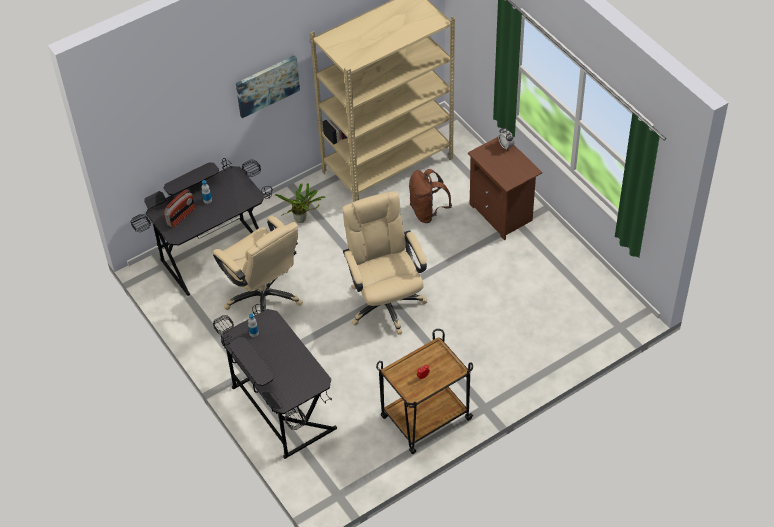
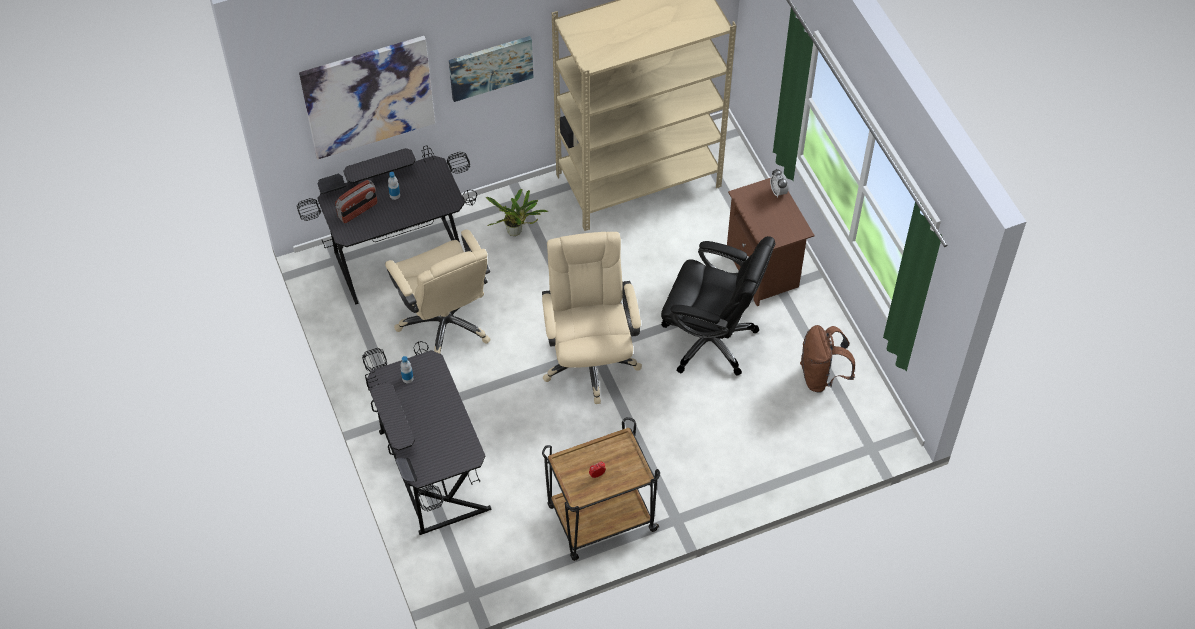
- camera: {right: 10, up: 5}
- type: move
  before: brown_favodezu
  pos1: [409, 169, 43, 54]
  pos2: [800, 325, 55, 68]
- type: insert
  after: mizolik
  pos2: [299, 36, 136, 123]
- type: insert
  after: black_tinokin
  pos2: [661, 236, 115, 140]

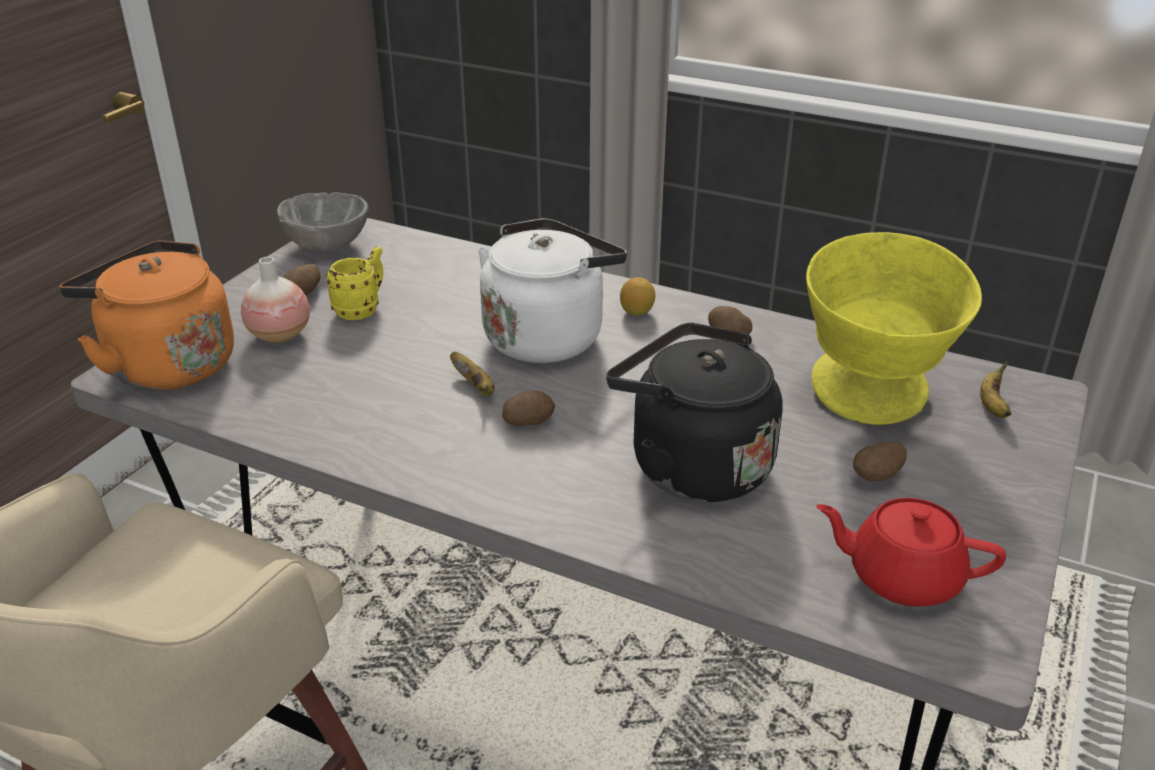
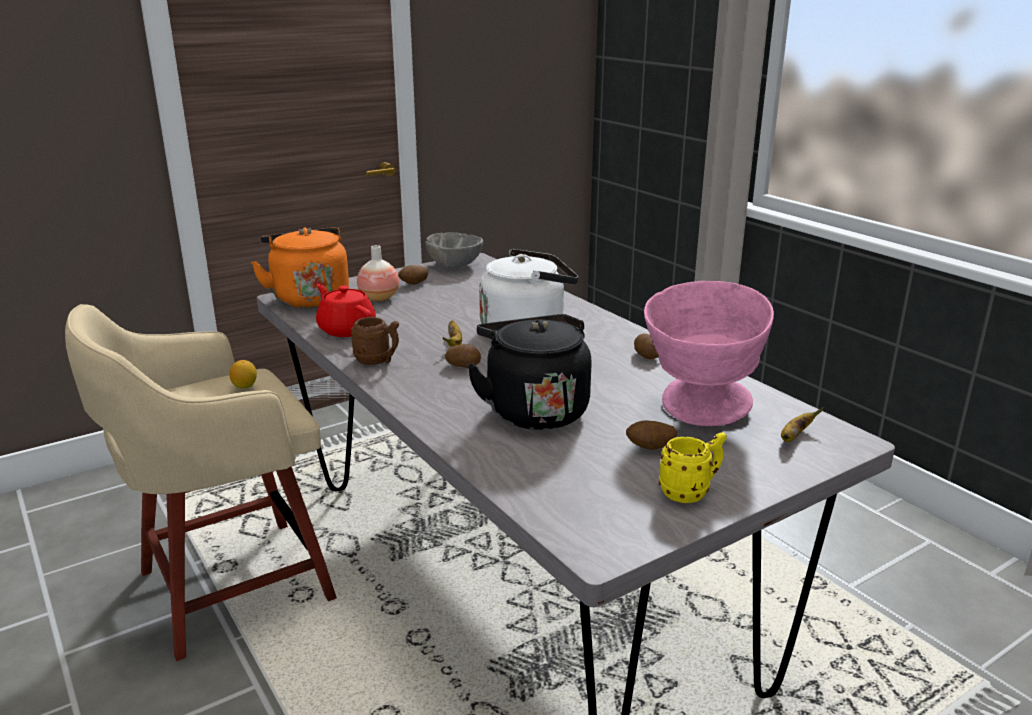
- camera: {right: 30, up: -10}
- type: recolor
  before: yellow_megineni
  after: pink_megineni
  pos1: [806, 232, 176, 193]
  pos2: [644, 281, 130, 145]
- type: move
  before: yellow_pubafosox
  pos1: [326, 246, 57, 74]
  pos2: [659, 432, 68, 71]
- type: move
  before: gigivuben
  pos1: [620, 277, 35, 38]
  pos2: [229, 360, 28, 28]
- type: move
  before: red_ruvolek
  pos1: [816, 498, 190, 109]
  pos2: [316, 284, 60, 53]
- type: insert
  after: brown_pubafosox
  pos2: [351, 317, 48, 48]

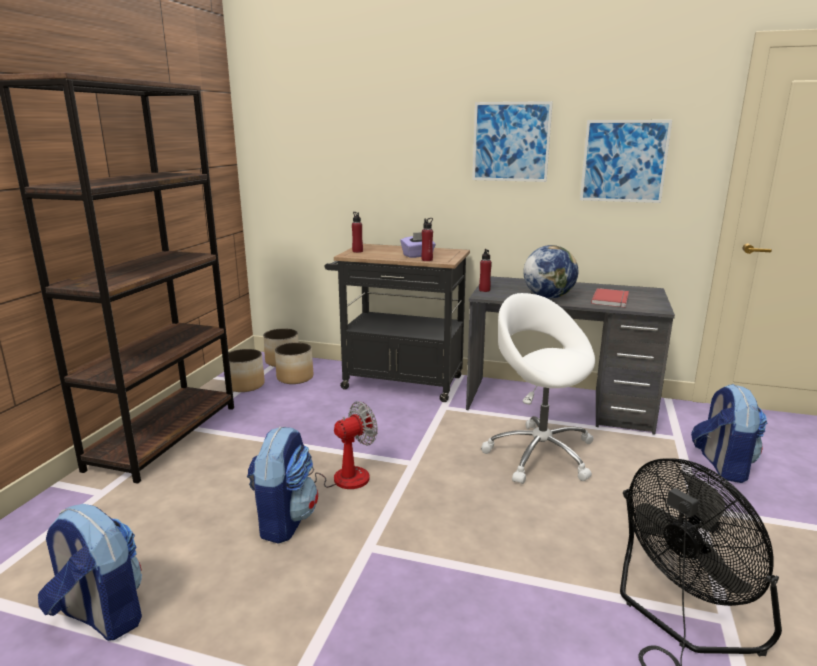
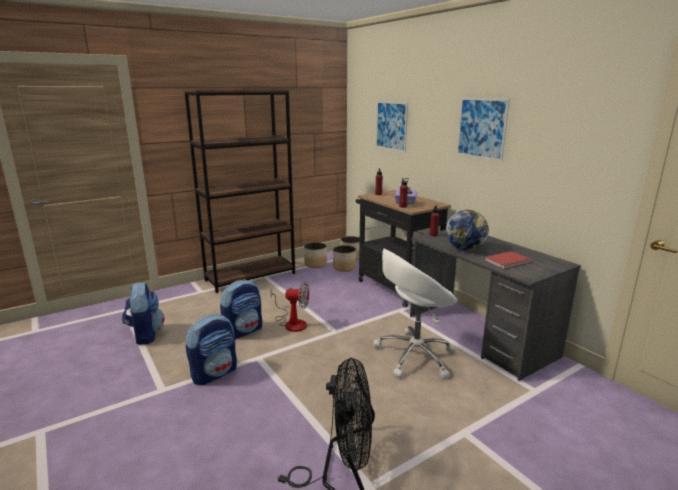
- camera: {right: 40, up: 0}
- type: move
  before: mizolik
  pos1: [580, 120, 92, 83]
  pos2: [376, 101, 32, 51]
- type: rotate
  before: white_tinokin
  pos1: [481, 293, 114, 191]
  pos2: [373, 249, 84, 130]
  turn: -105
- type: move
  before: favodezu
  pos1: [691, 384, 76, 99]
  pos2: [186, 314, 51, 71]

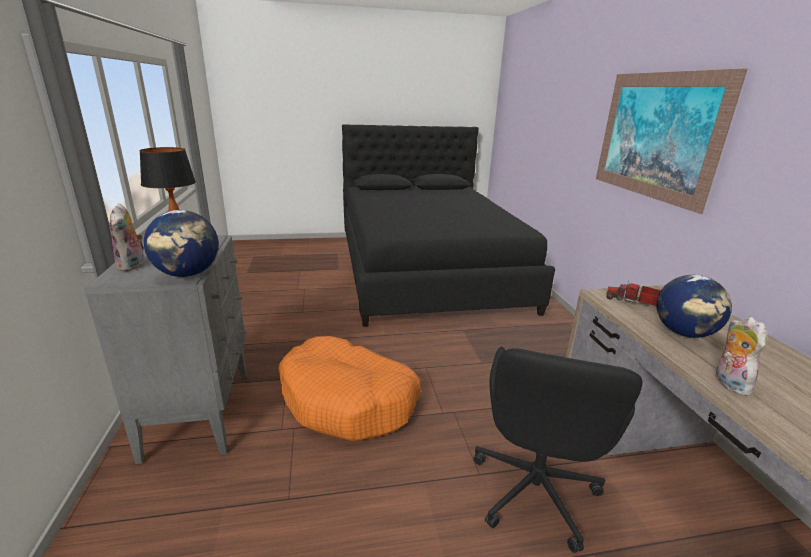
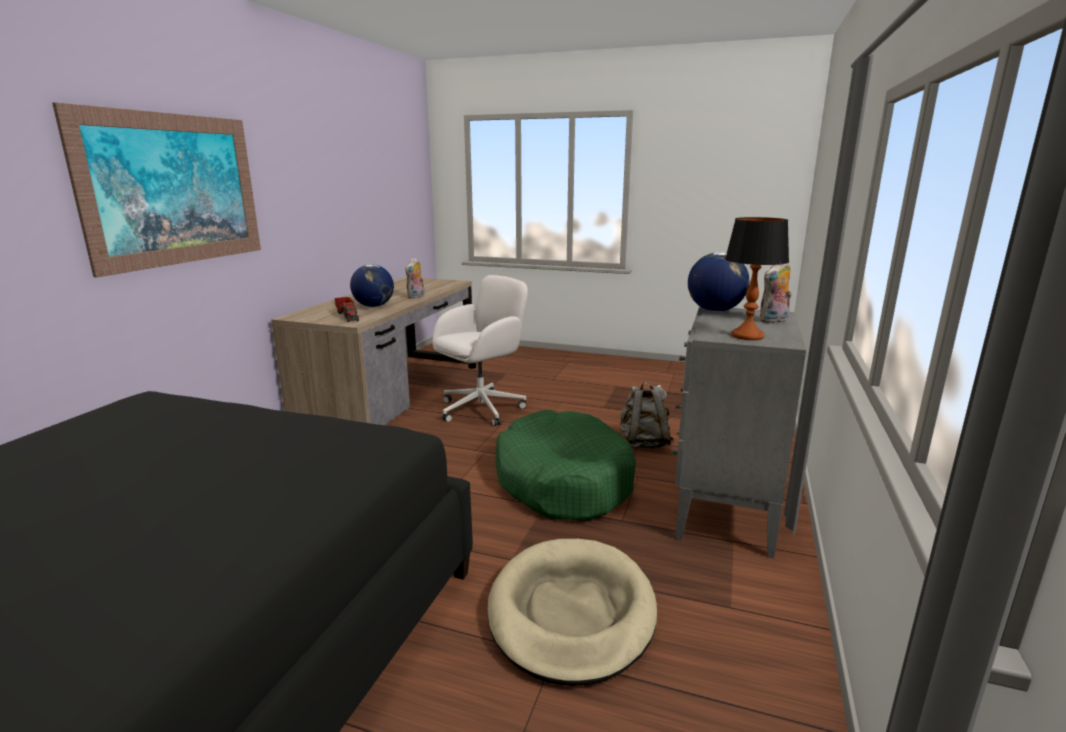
- camera: {right: -150, up: -5}
- type: rotate
  before: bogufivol
  pos1: [109, 203, 35, 68]
  pos2: [758, 263, 34, 60]
  turn: -135
- type: recolor
  before: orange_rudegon
  after: green_rudegon
  pos1: [279, 336, 142, 105]
  pos2: [495, 410, 141, 111]
- type: recolor
  before: black_tinokin
  after: white_tinokin
  pos1: [473, 346, 170, 207]
  pos2: [433, 275, 95, 151]
- type: insert
  after: grey_favodezu
  pos2: [620, 382, 54, 67]
- type: insert
  after: beige_rudegon
  pos2: [487, 539, 170, 147]

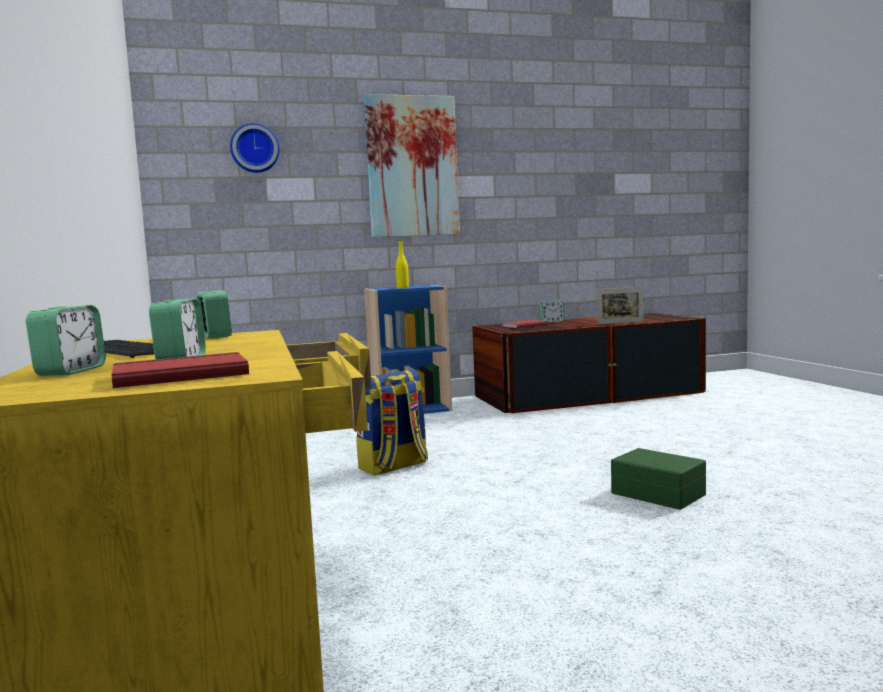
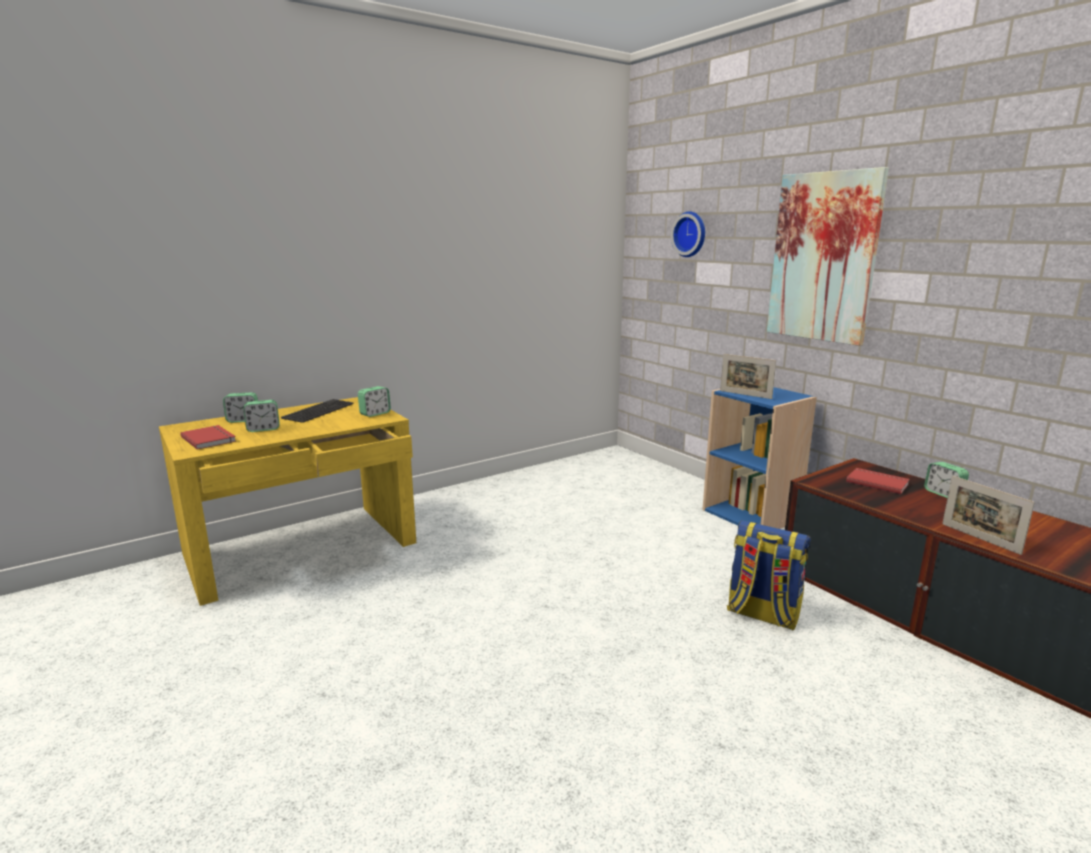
- camera: {right: 70, up: 10}
- type: replace
  before: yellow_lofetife
  after: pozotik
  pos1: [396, 240, 13, 48]
  pos2: [720, 354, 56, 45]
- type: move
  before: favodezu
  pos1: [356, 370, 72, 105]
  pos2: [727, 520, 84, 111]
- type: delete
  before: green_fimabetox
  pos1: [611, 448, 95, 62]

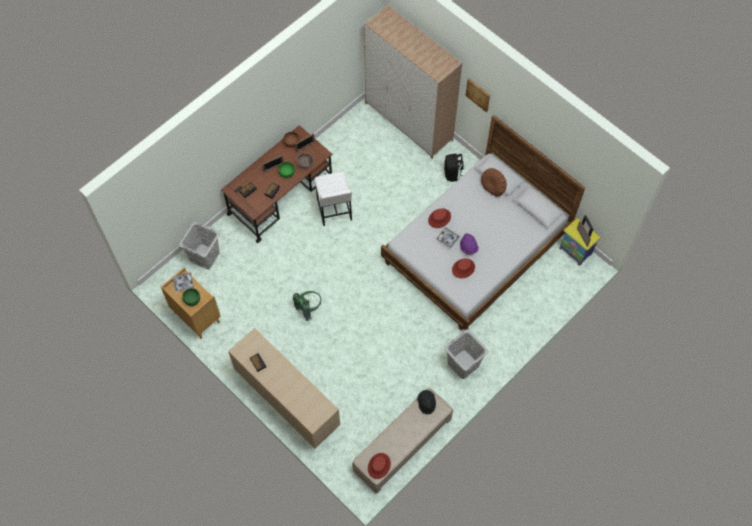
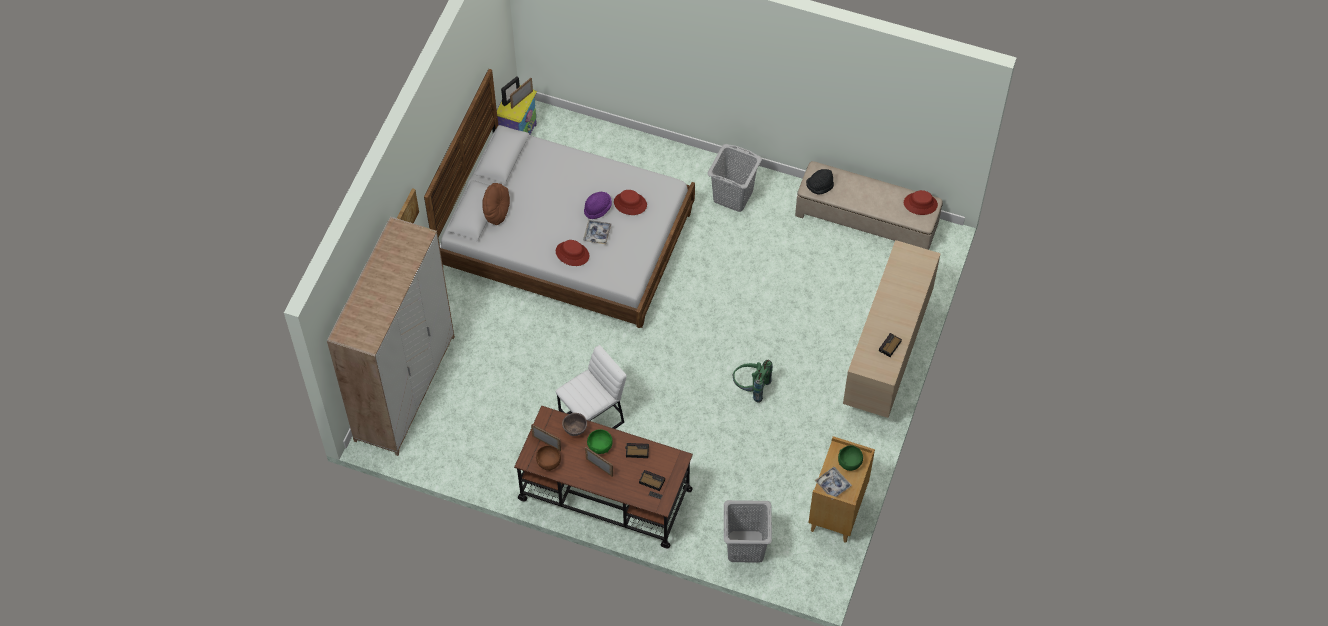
- camera: {right: -115, up: -5}
- type: delete
  before: black_favodezu
  pos1: [444, 153, 20, 29]

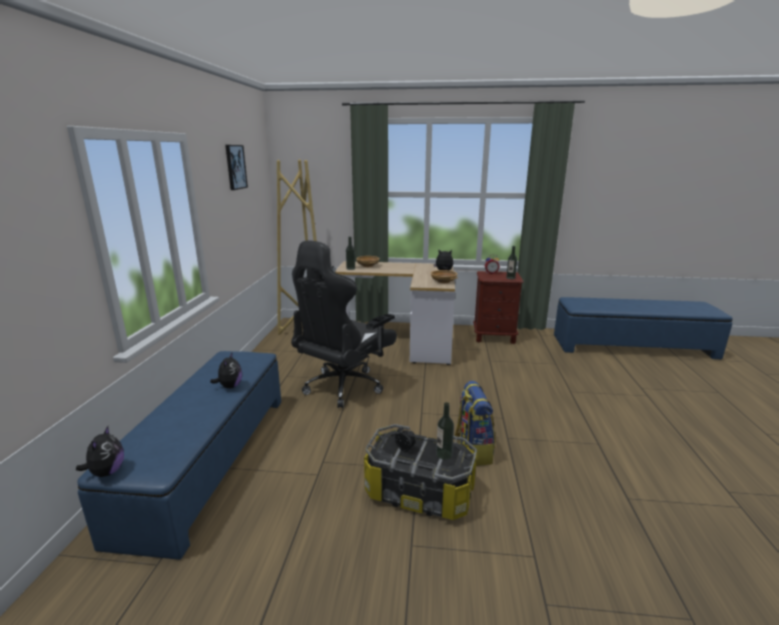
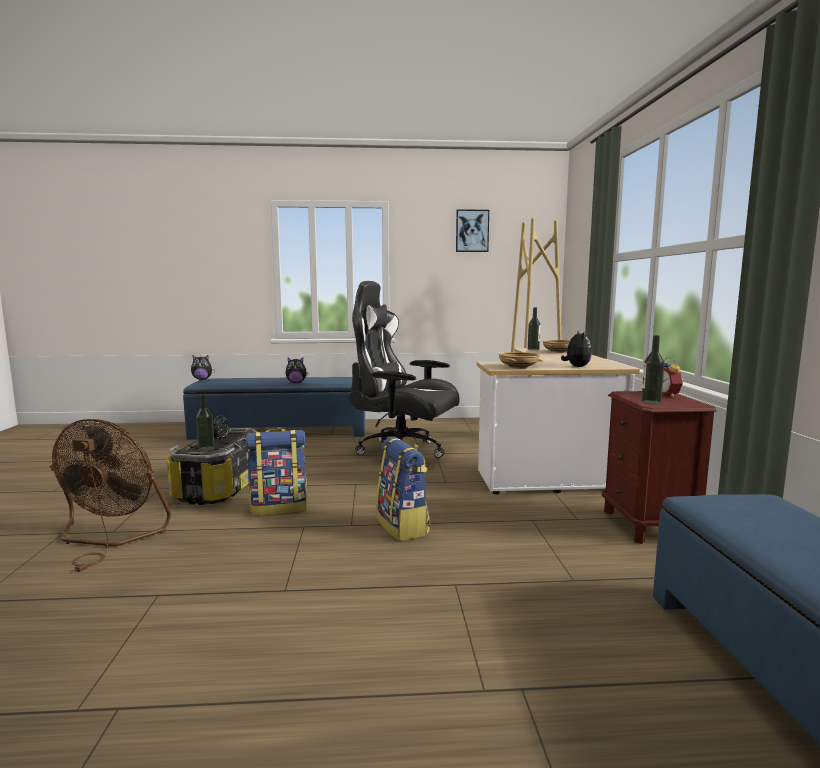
- camera: {right: 80, up: -10}
- type: insert
  after: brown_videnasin
  pos2: [50, 419, 121, 153]
- type: insert
  after: favodezu
  pos2: [376, 437, 55, 104]

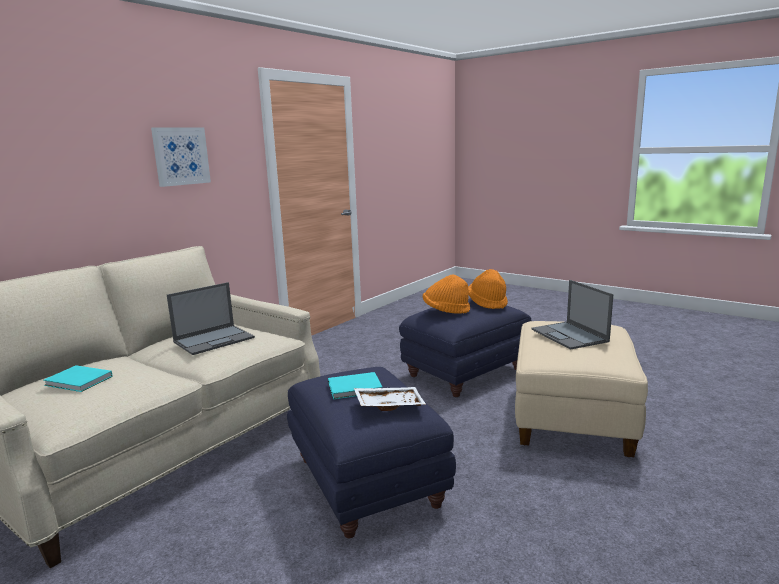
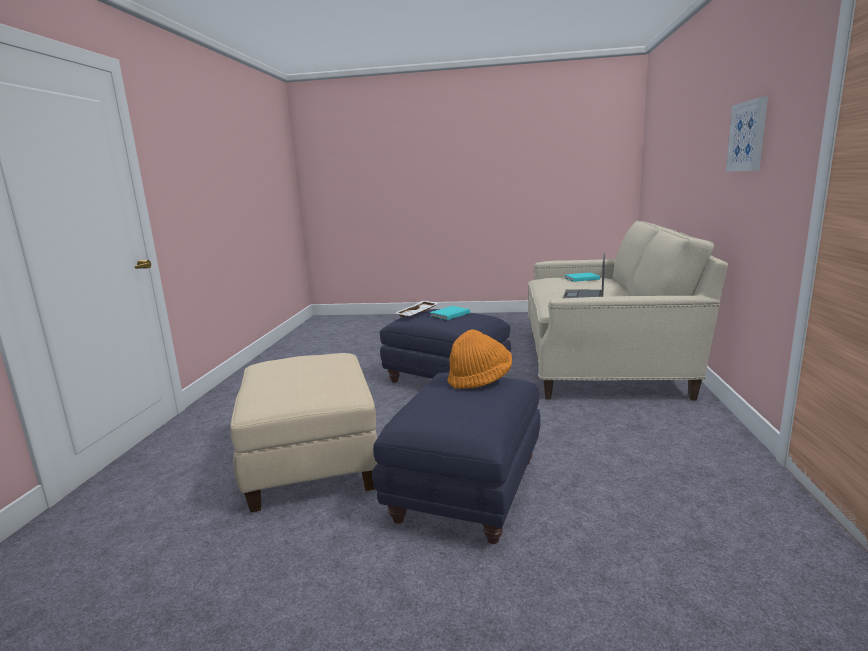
- camera: {right: 150, up: 0}
- type: delete
  before: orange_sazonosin
  pos1: [468, 269, 40, 40]
- type: delete
  before: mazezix
  pos1: [531, 280, 83, 70]

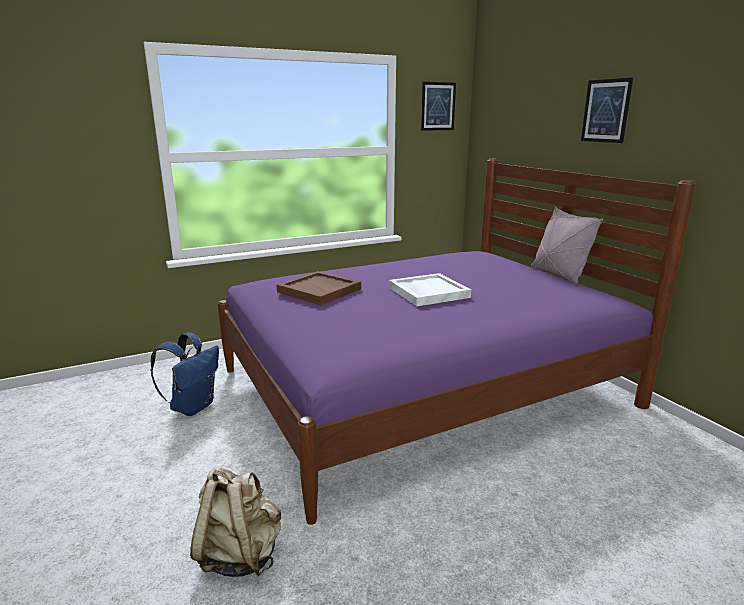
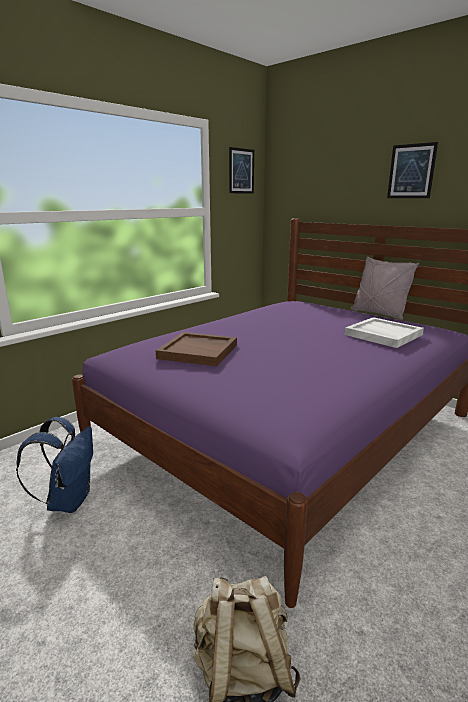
- camera: {right: -20, up: 0}
- type: move
  before: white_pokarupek
  pos1: [389, 273, 82, 33]
  pos2: [345, 317, 79, 31]

